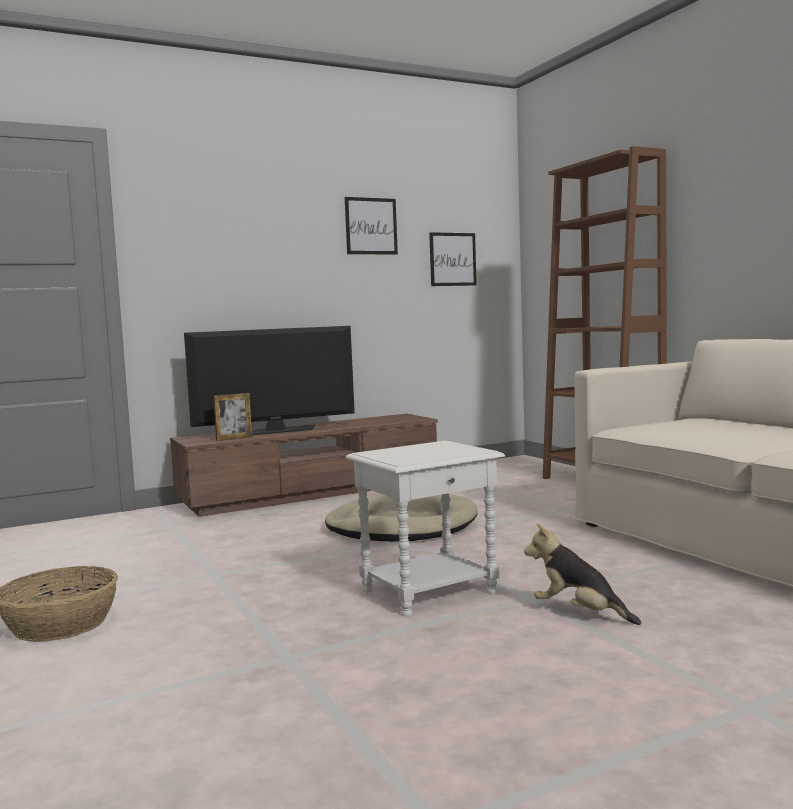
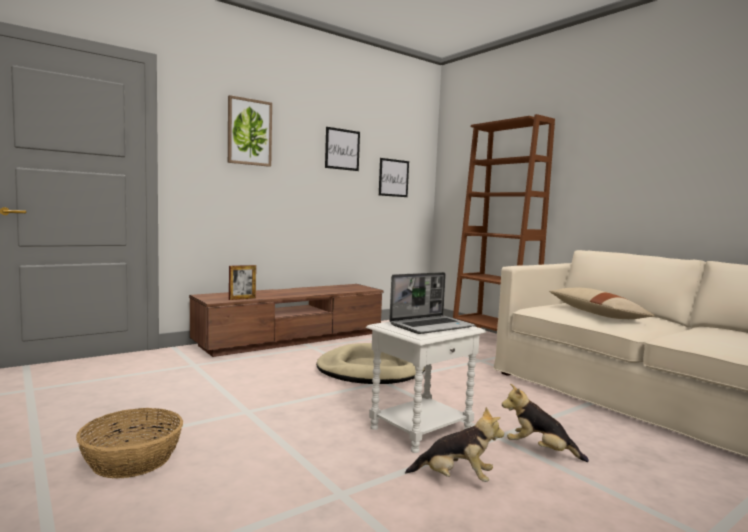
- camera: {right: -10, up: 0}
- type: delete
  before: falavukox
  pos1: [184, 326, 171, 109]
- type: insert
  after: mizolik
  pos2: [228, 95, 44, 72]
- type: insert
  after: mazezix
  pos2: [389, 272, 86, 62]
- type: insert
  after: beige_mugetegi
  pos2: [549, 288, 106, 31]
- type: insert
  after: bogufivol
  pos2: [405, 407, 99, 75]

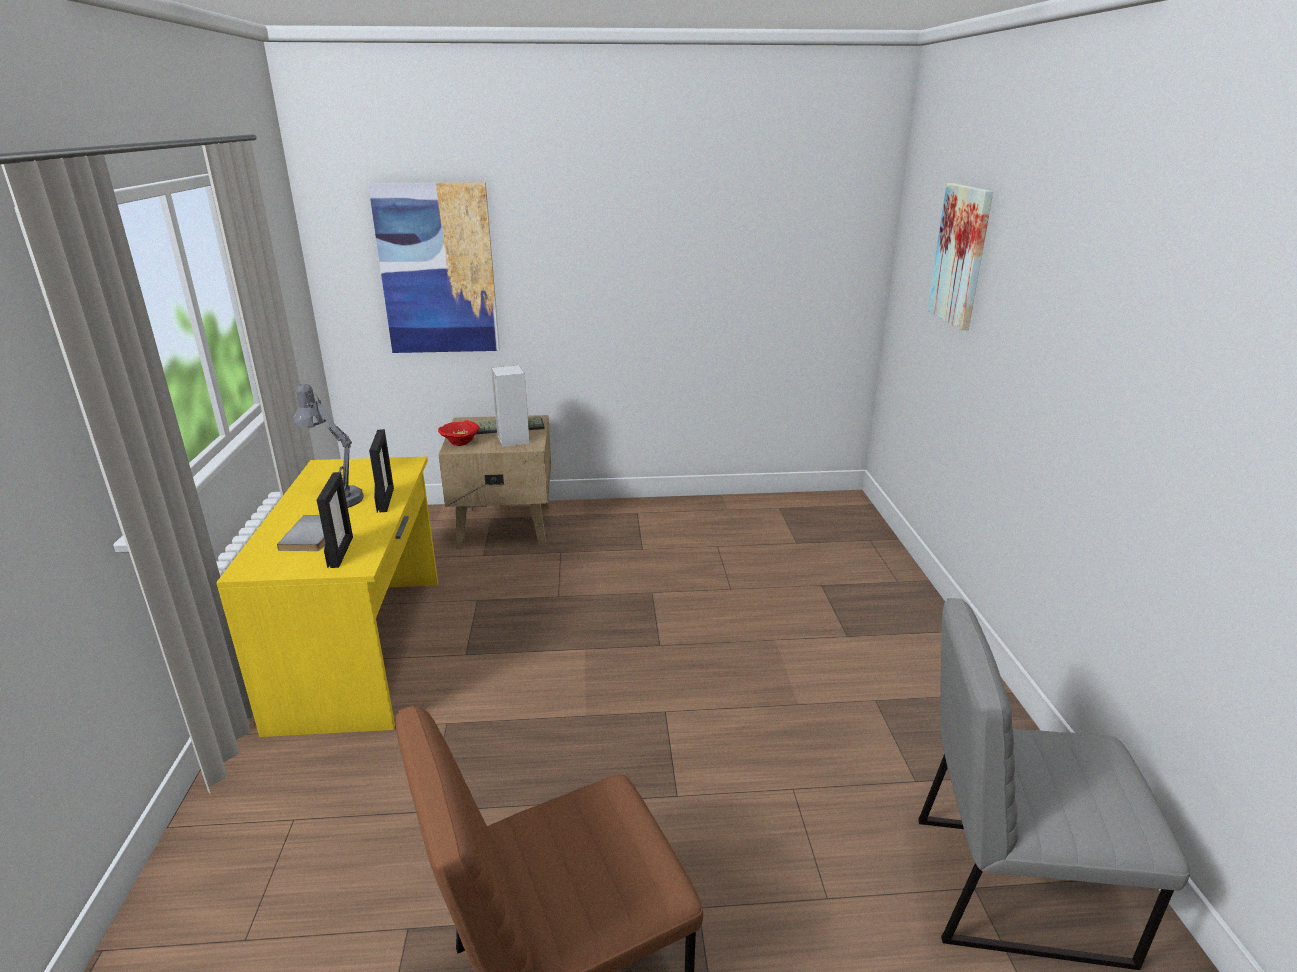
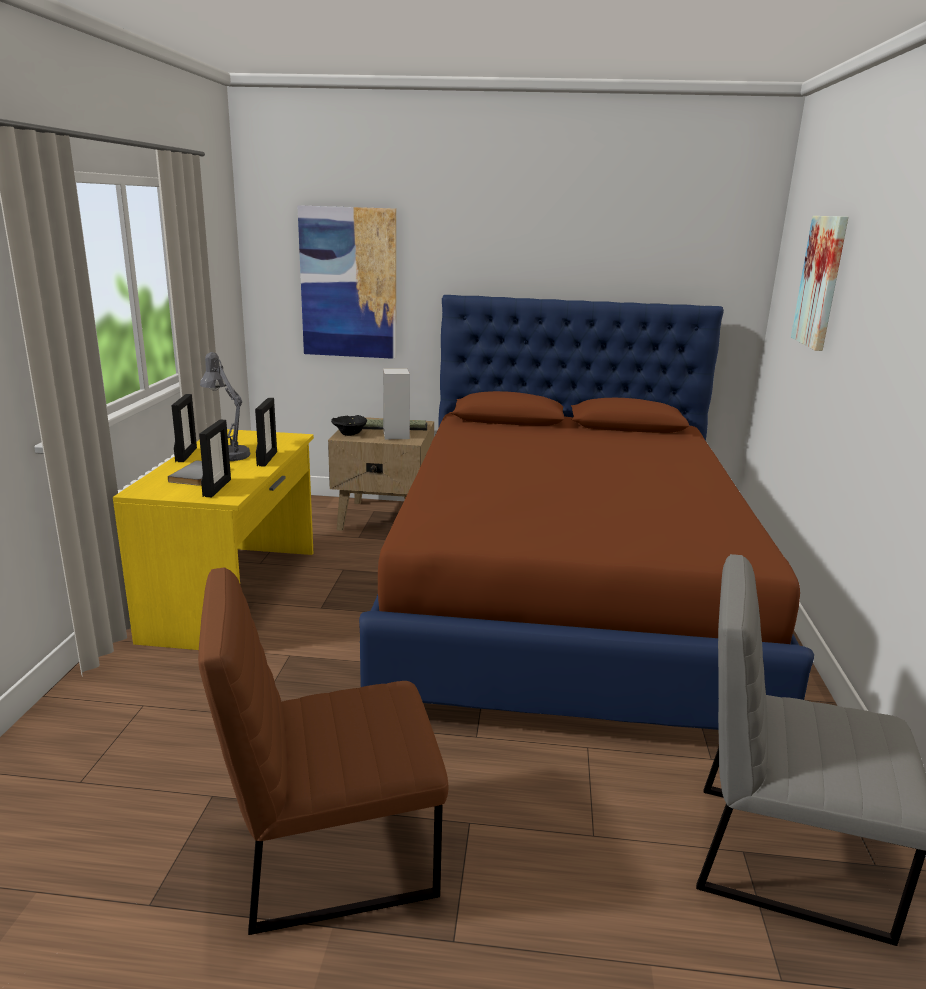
- camera: {right: 10, up: -5}
- type: recolor
  before: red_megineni
  after: black_megineni
  pos1: [438, 420, 41, 26]
  pos2: [331, 415, 37, 21]
- type: insert
  after: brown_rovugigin
  pos2: [359, 295, 455, 435]
- type: insert
  after: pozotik
  pos2: [171, 394, 26, 68]

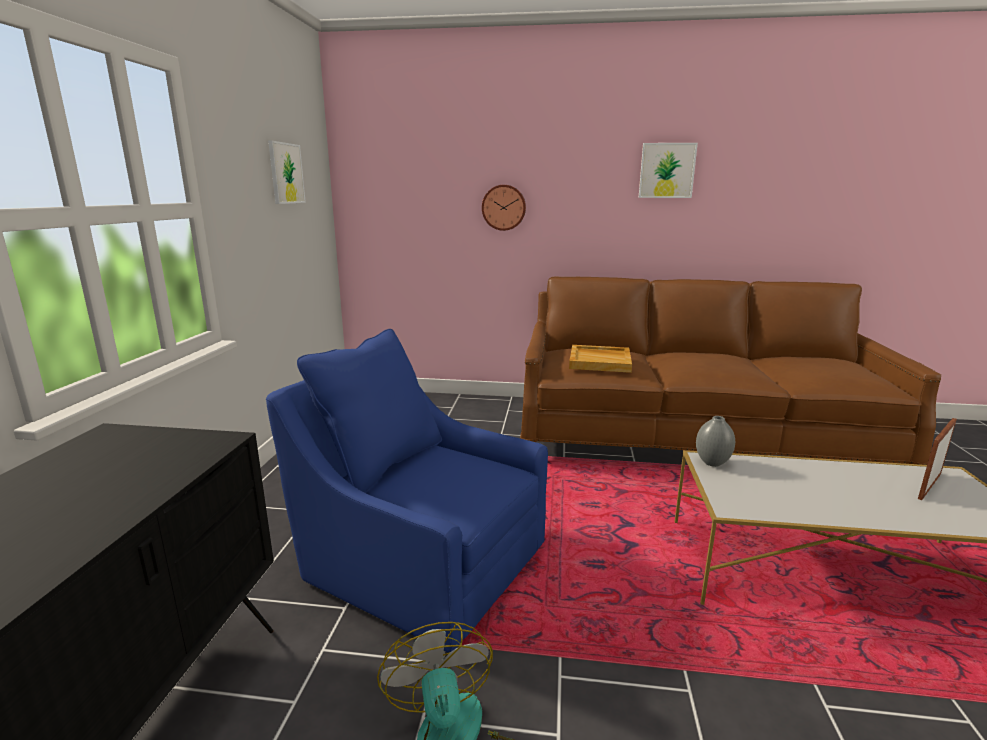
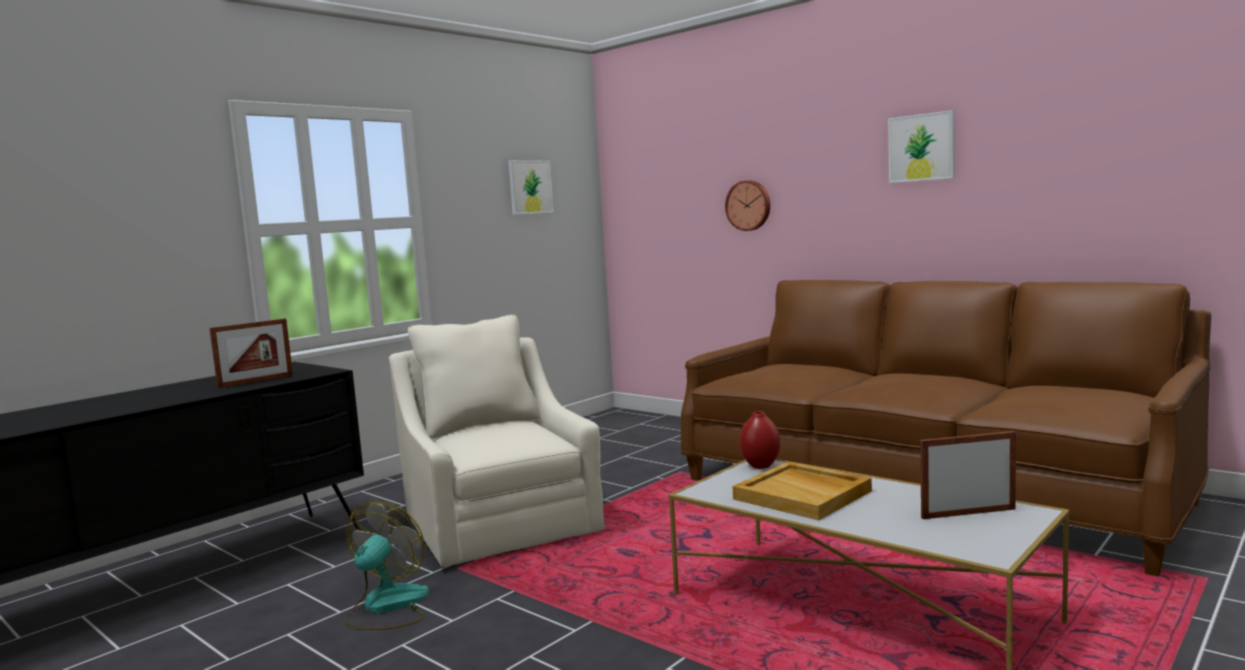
- camera: {right: 35, up: -10}
- type: recolor
  before: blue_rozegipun
  after: beige_rozegipun
  pos1: [266, 329, 282, 324]
  pos2: [389, 315, 216, 252]
- type: move
  before: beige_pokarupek
  pos1: [569, 345, 63, 28]
  pos2: [732, 462, 140, 58]
- type: recolor
  before: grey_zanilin
  after: red_zanilin
  pos1: [696, 416, 39, 51]
  pos2: [739, 411, 41, 58]
- type: insert
  after: pozotik
  pos2: [209, 319, 84, 69]

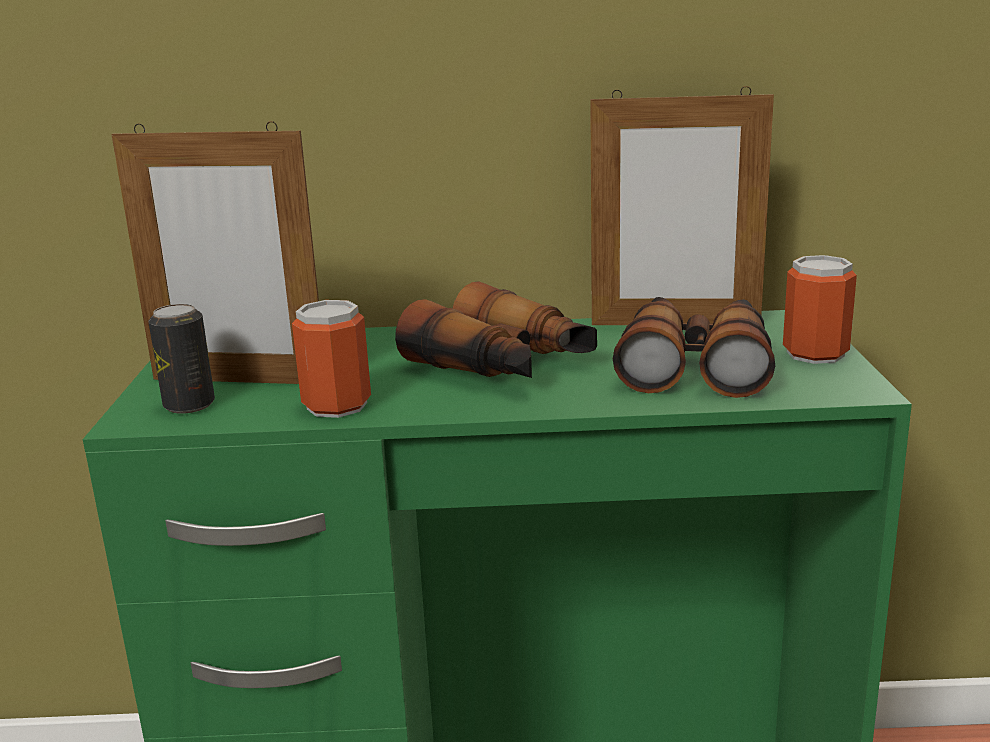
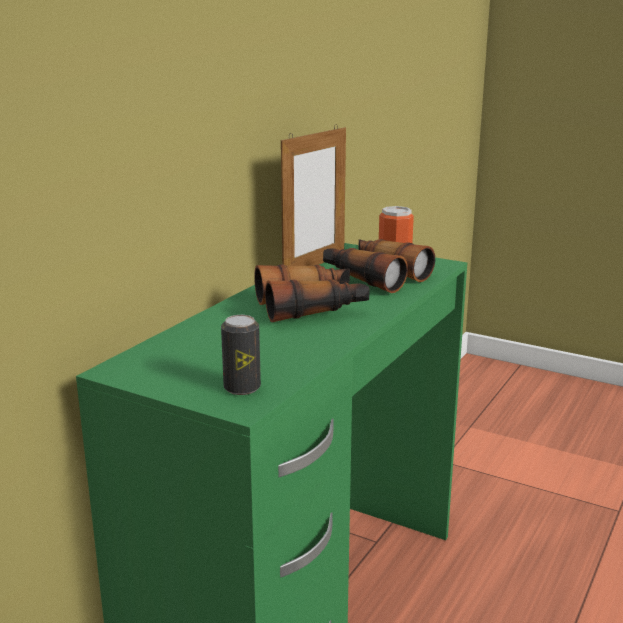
- camera: {right: -60, up: 0}
- type: delete
  before: pozotik
  pos1: [112, 121, 207, 263]
- type: delete
  before: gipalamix
  pos1: [292, 300, 79, 118]

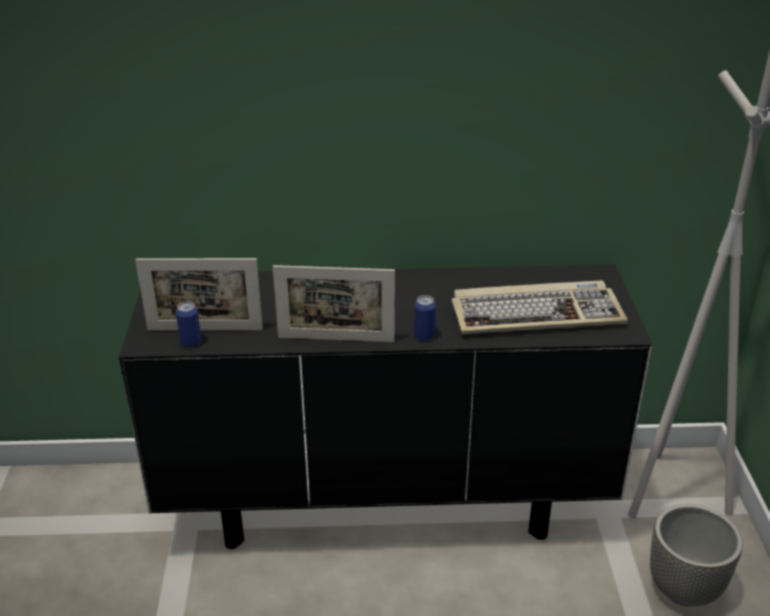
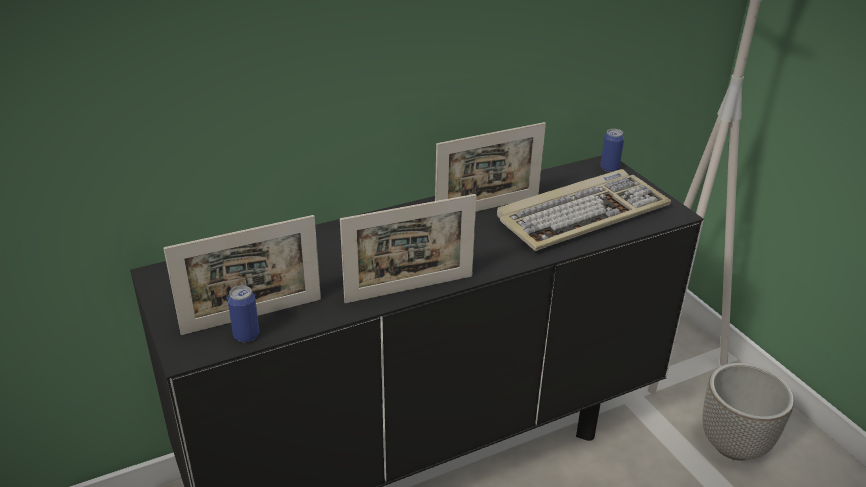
- camera: {right: -25, up: 0}
- type: move
  before: gipalamix
  pos1: [414, 295, 22, 46]
  pos2: [600, 129, 24, 43]
- type: insert
  after: pozotik
  pos2: [435, 122, 111, 90]

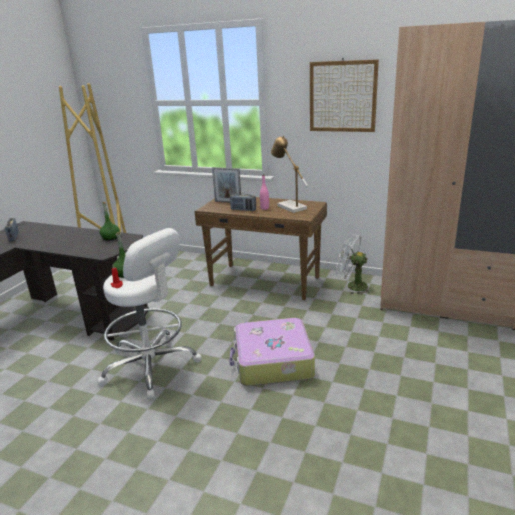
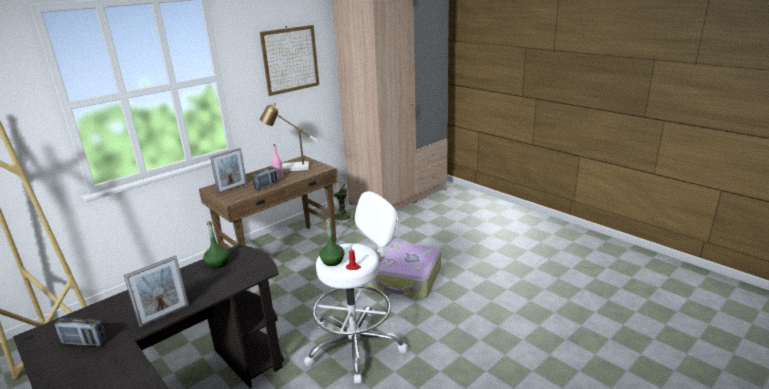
- camera: {right: -65, up: 0}
- type: insert
  after: pozotik
  pos2: [124, 255, 65, 72]

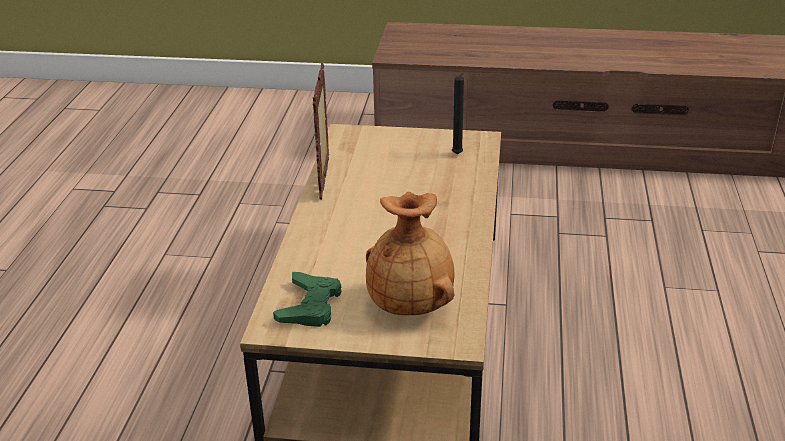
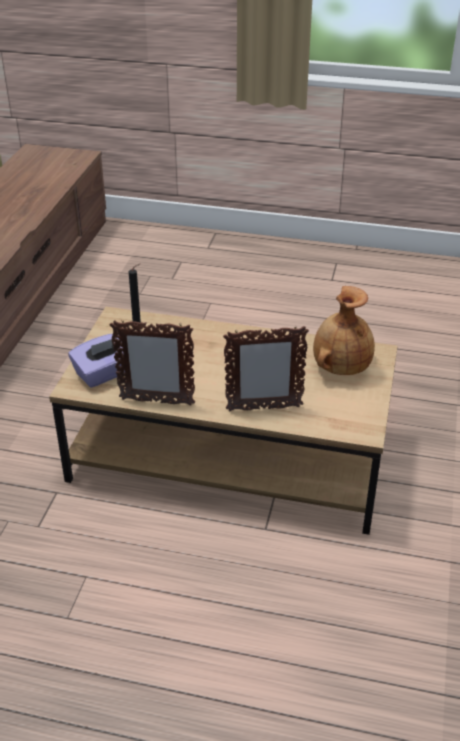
- camera: {right: -85, up: 5}
- type: delete
  before: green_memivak
  pos1: [273, 272, 69, 55]
- type: insert
  after: pozotik
  pos2: [223, 325, 86, 87]
- type: insert
  after: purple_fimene
  pos2: [69, 334, 56, 54]

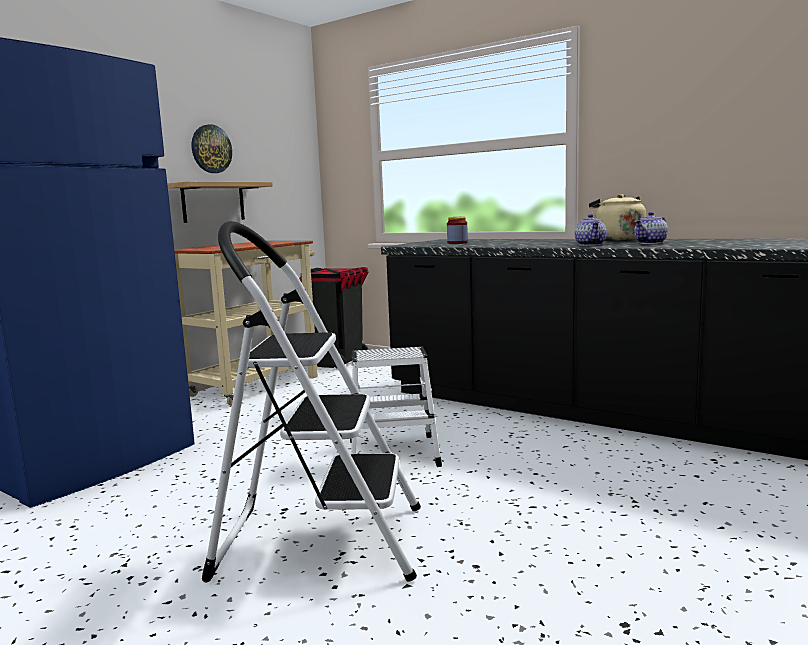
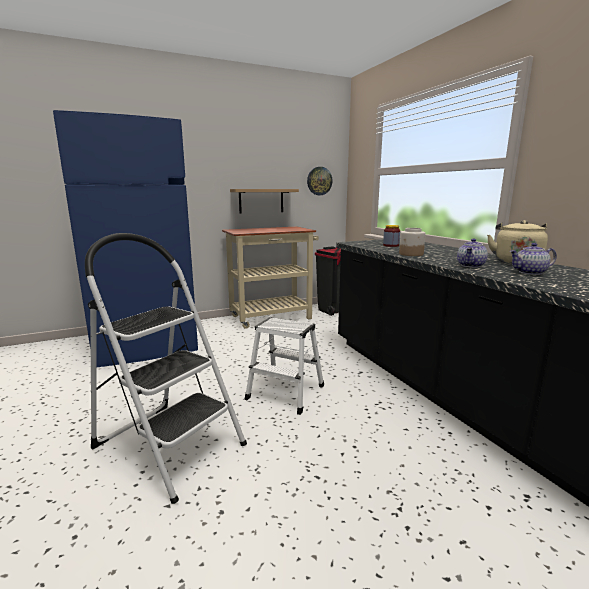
- camera: {right: 30, up: 5}
- type: move
  before: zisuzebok
  pos1: [191, 124, 41, 49]
  pos2: [307, 167, 26, 28]
- type: insert
  after: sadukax
  pos2: [399, 228, 27, 28]

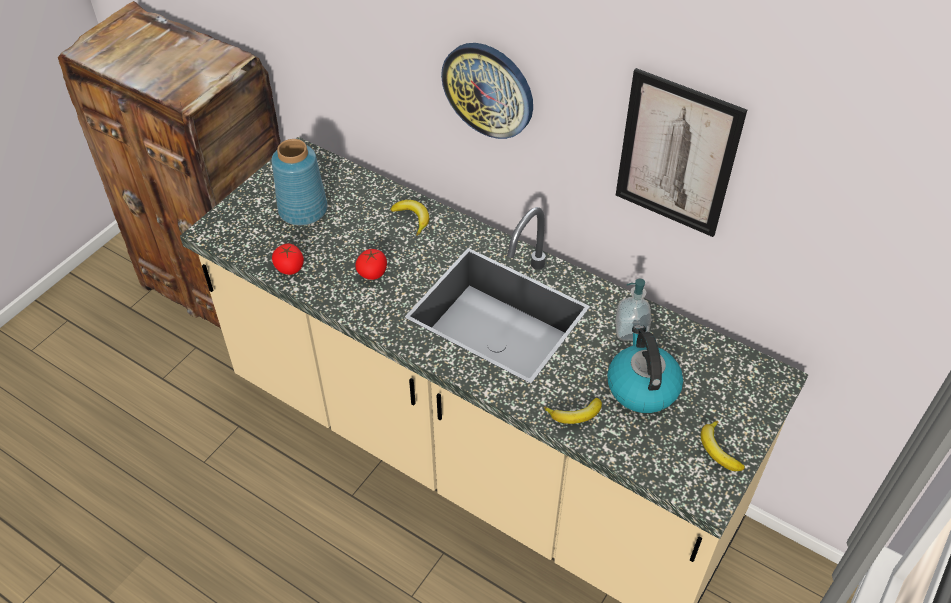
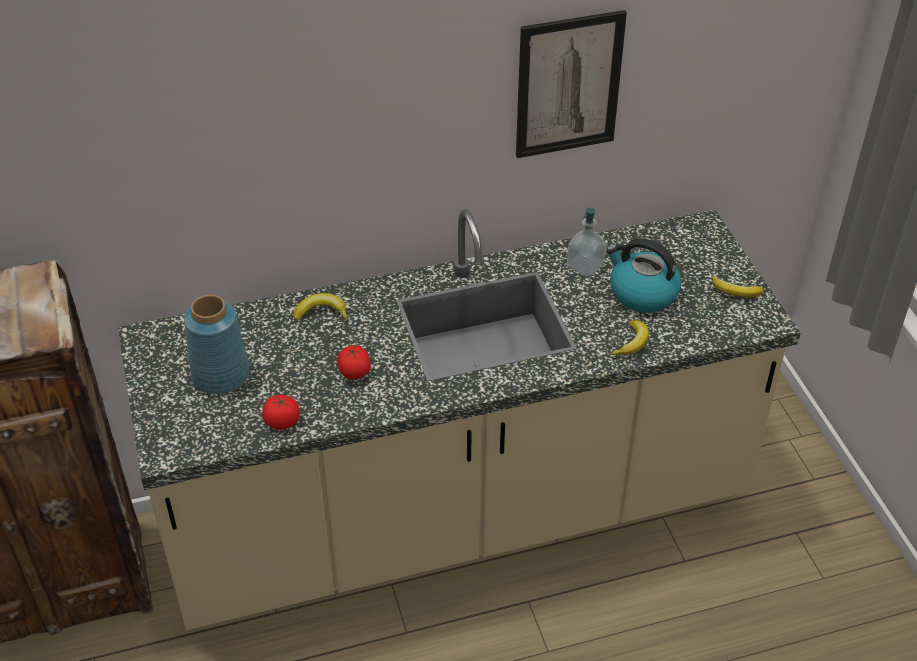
- camera: {right: -50, up: -5}
- type: delete
  before: zisuzebok
  pos1: [441, 43, 92, 96]

